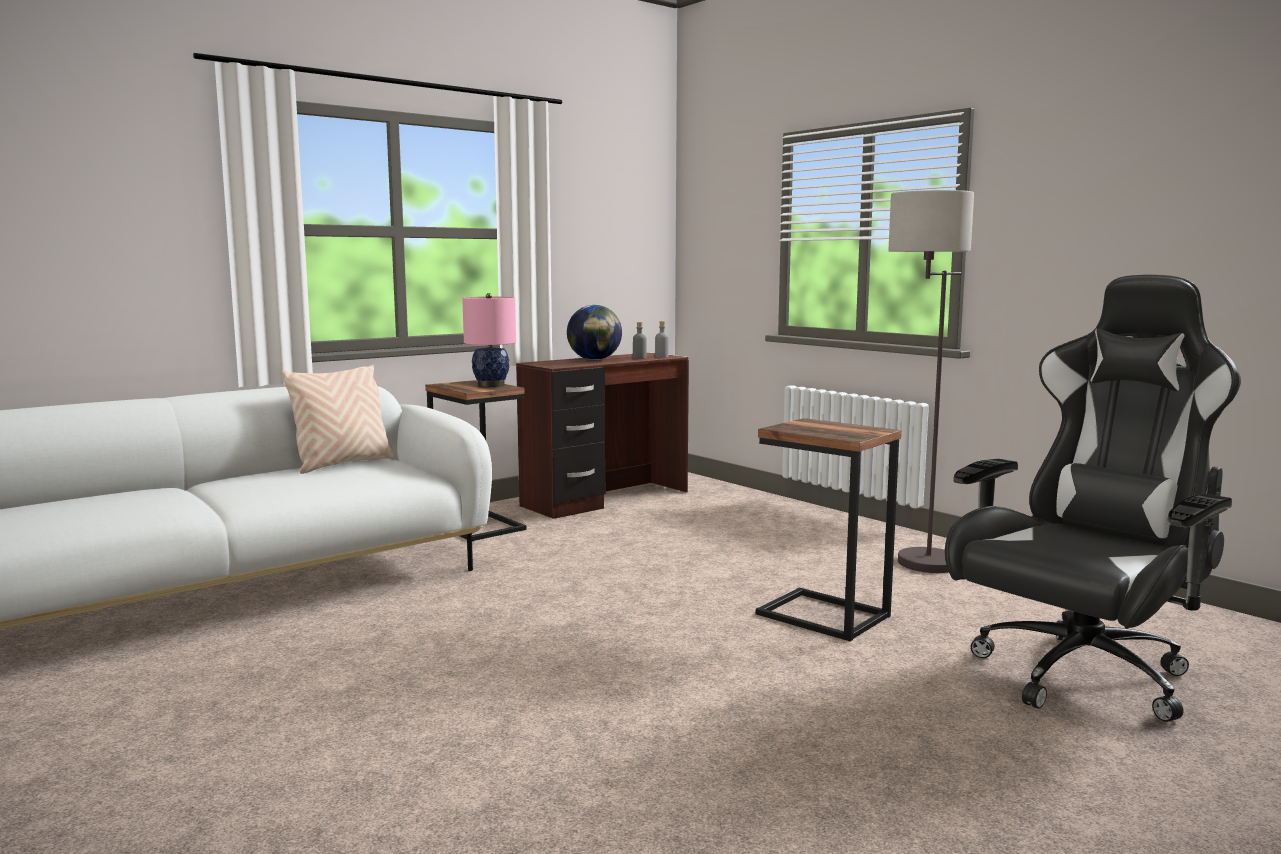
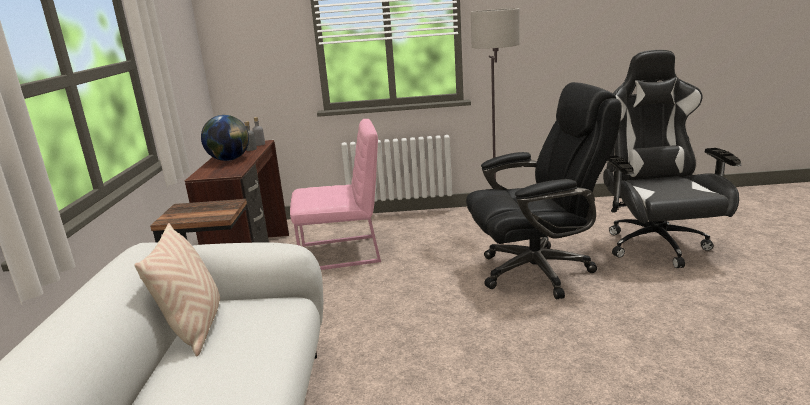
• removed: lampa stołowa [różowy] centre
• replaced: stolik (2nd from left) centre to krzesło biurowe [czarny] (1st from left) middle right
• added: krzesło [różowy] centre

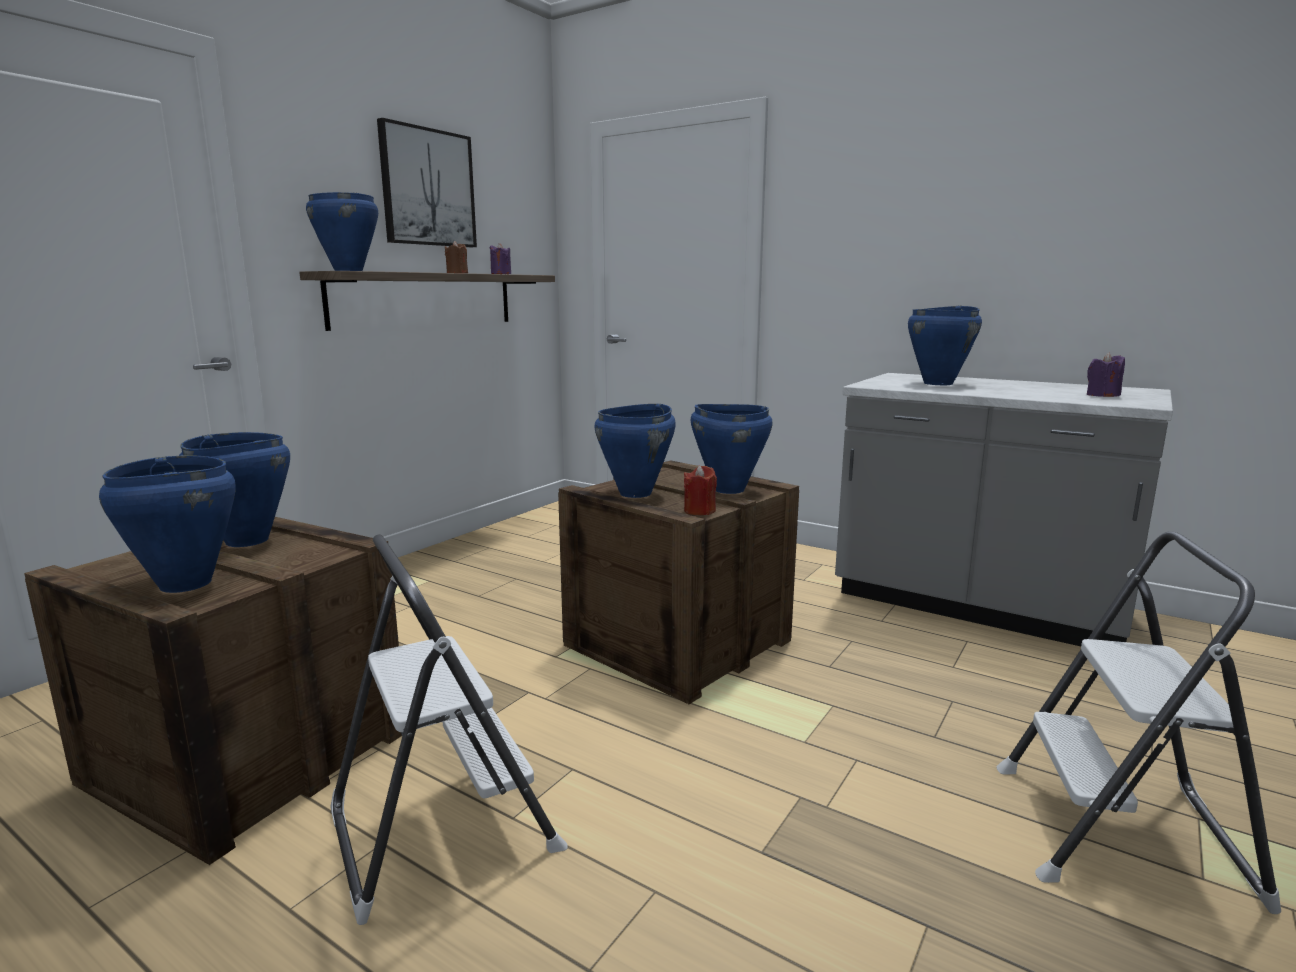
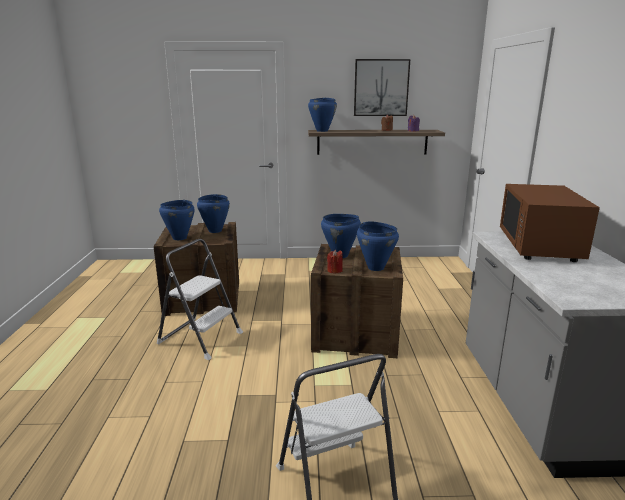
• replaced: garnek [niebieski] (6th from left) middle right to mikrofalówka [brązowy] middle right
• removed: świeca [fioletowy] (2nd from left) middle right

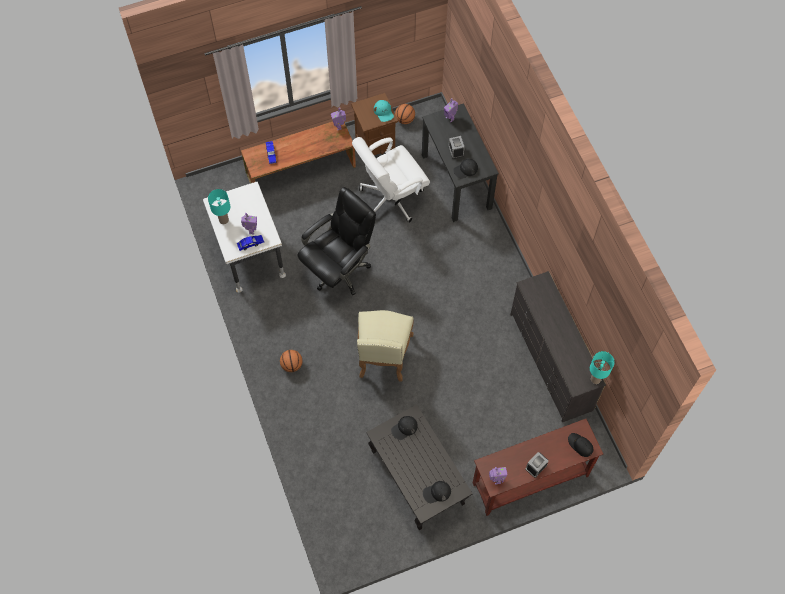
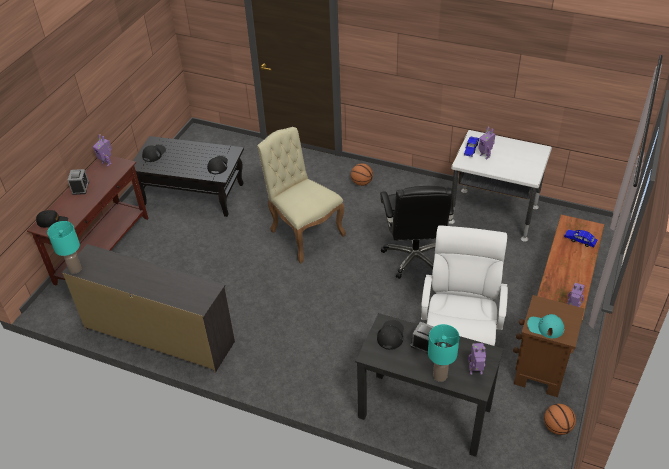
• moved: lampa stołowa [turkusowy] (1st from left in the first image) middle left to lampa stołowa [turkusowy] (2nd from left) bottom centre

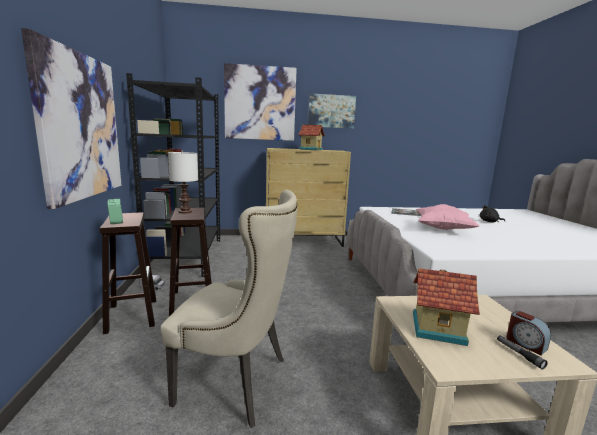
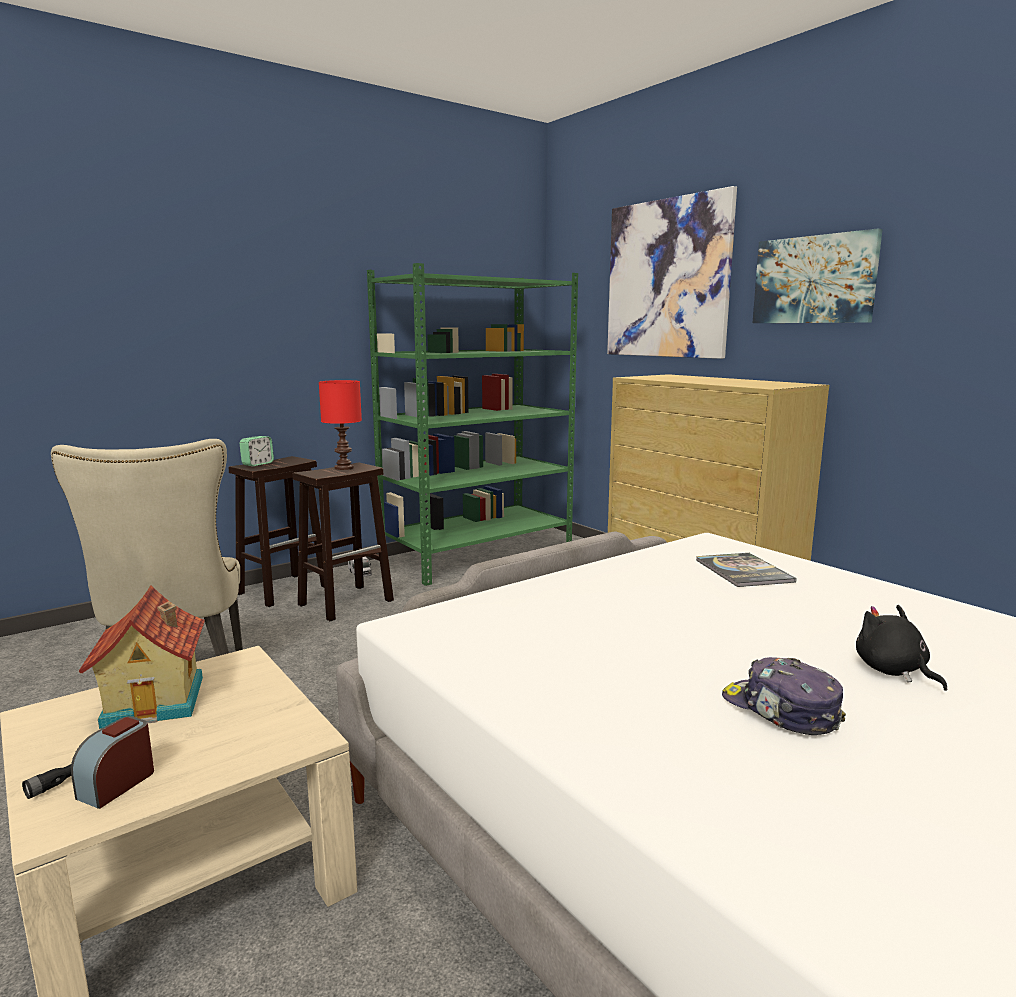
• removed: obraz (1st from left) top left
• recoloured: regał [czarny] middle left to regał [zielony] centre
• removed: domek (1st from left) top centre
• recoloured: lampa stołowa [biały] middle left to lampa stołowa [czerwony] centre
• removed: poduszka [różowy] middle right
• added: czapka z daszkiem bottom right

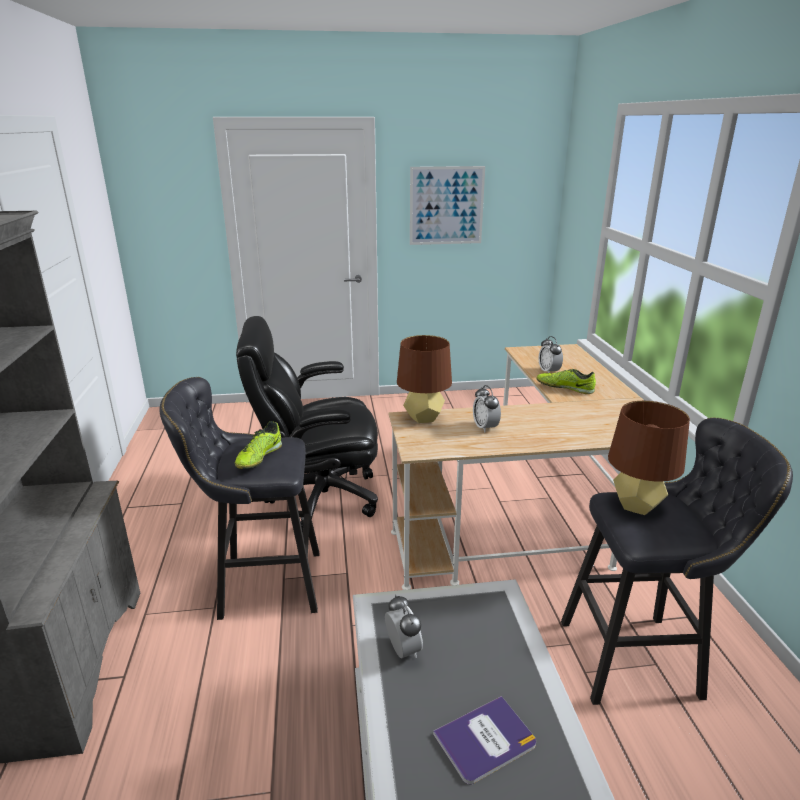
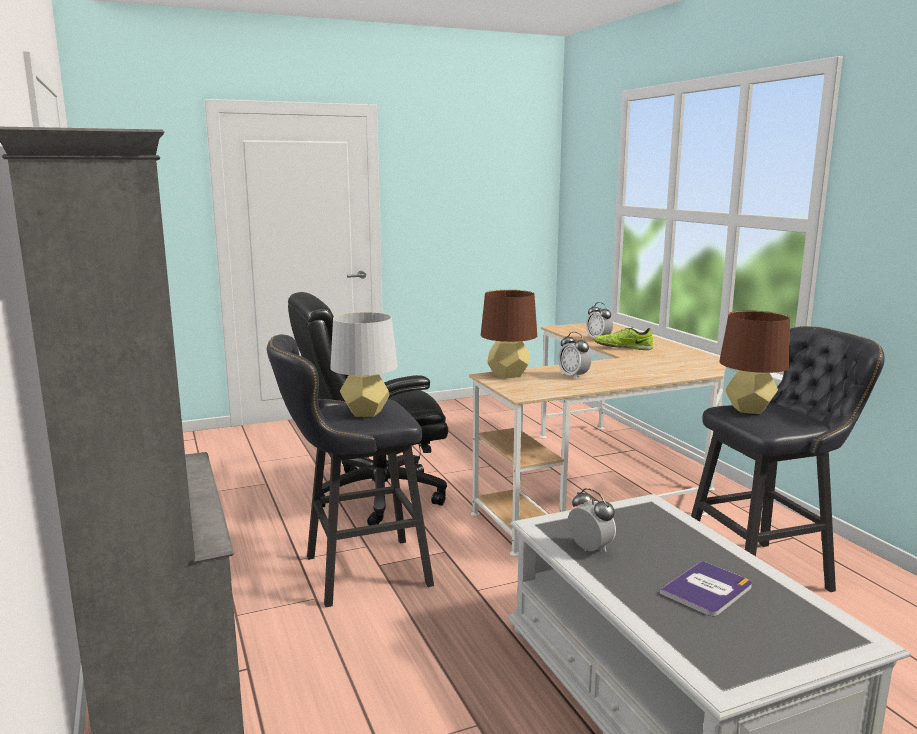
• removed: obraz top centre
• replaced: but (1st from left) middle left to lampa stołowa [szary] centre

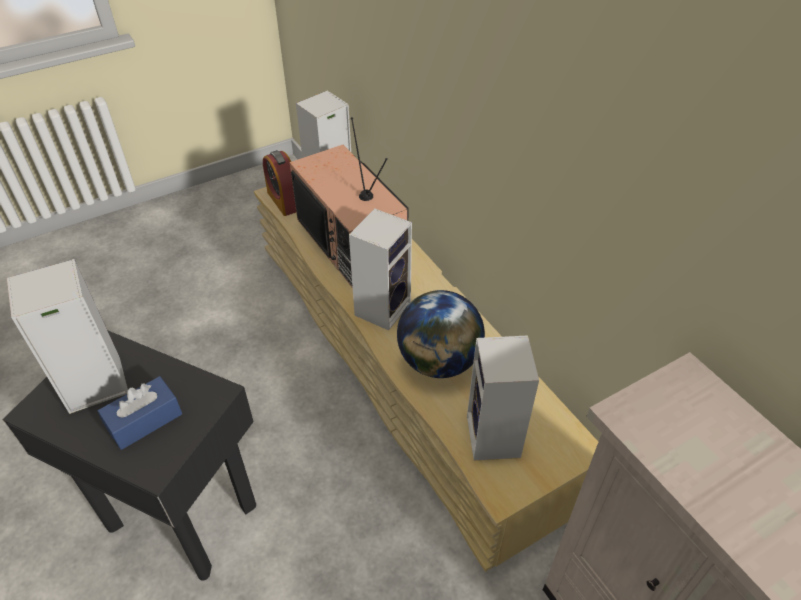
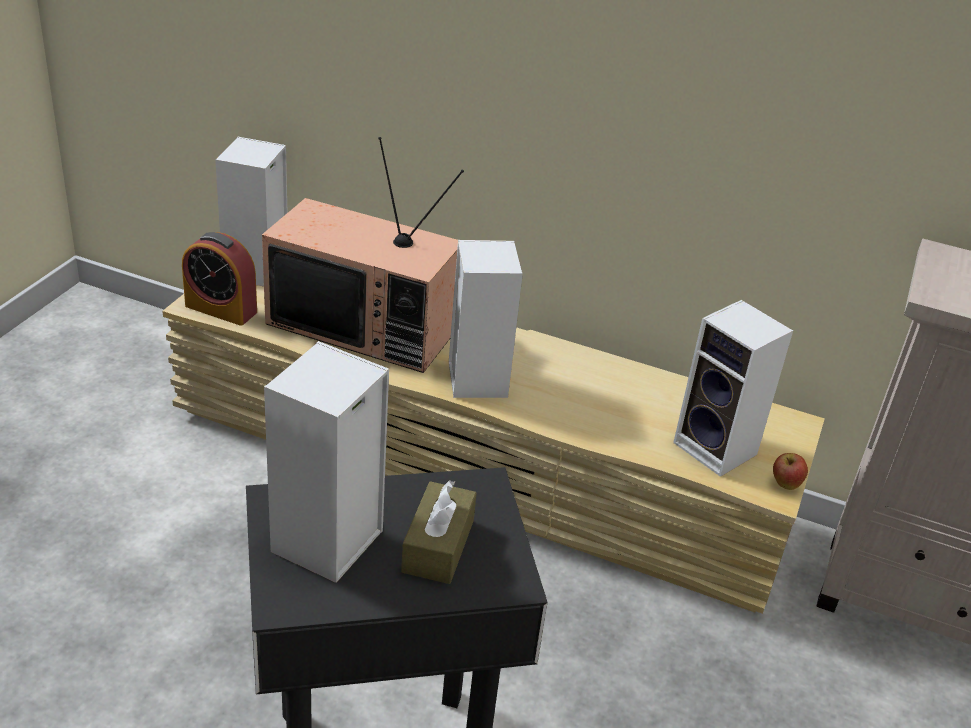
• removed: globus centre
• recoloured: pudełko chusteczek [niebieski] bottom left to pudełko chusteczek [brązowy] bottom centre
• added: jabłko middle right

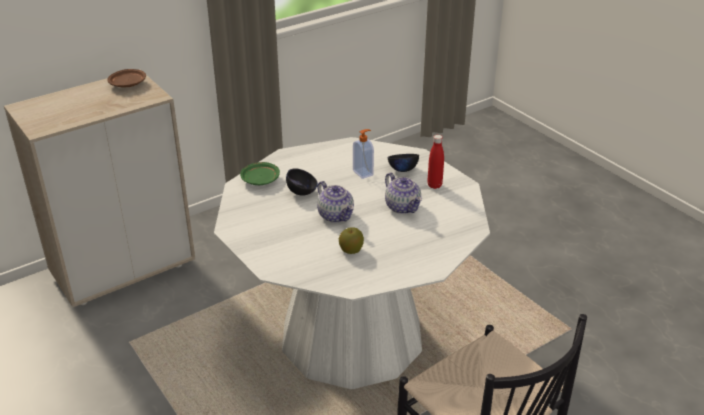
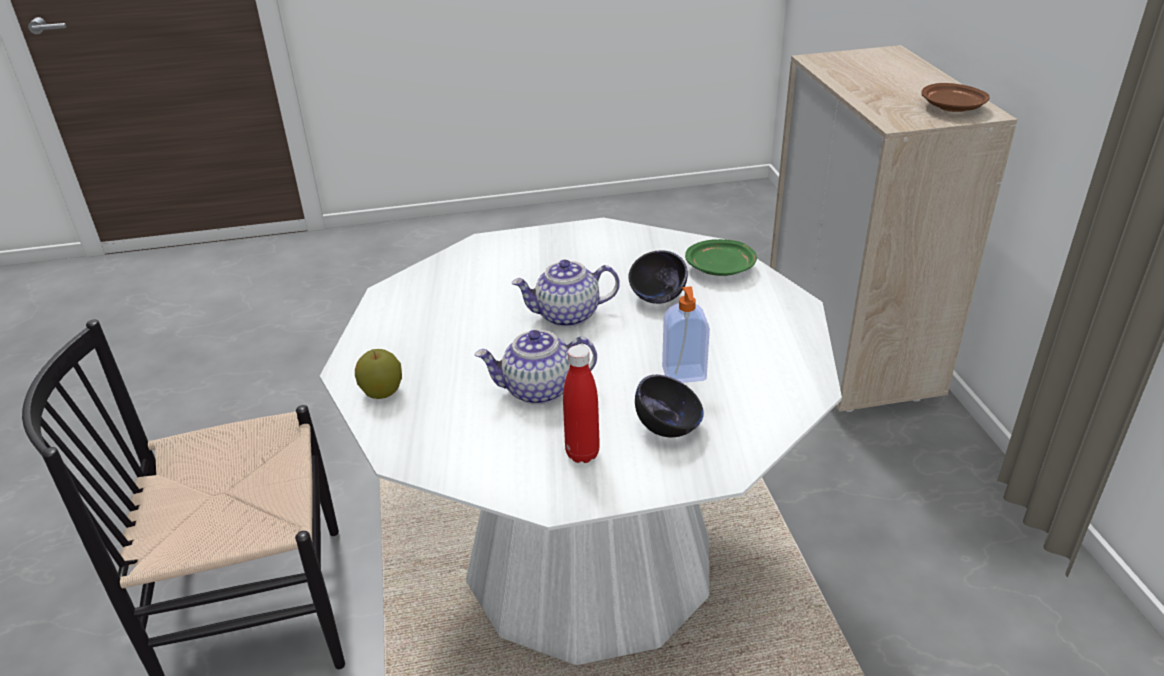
• moved: jabłko centre to middle left

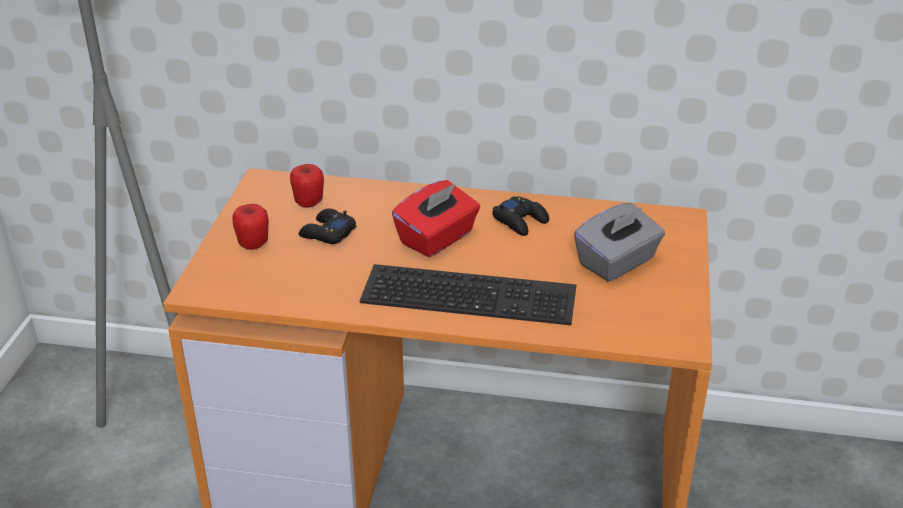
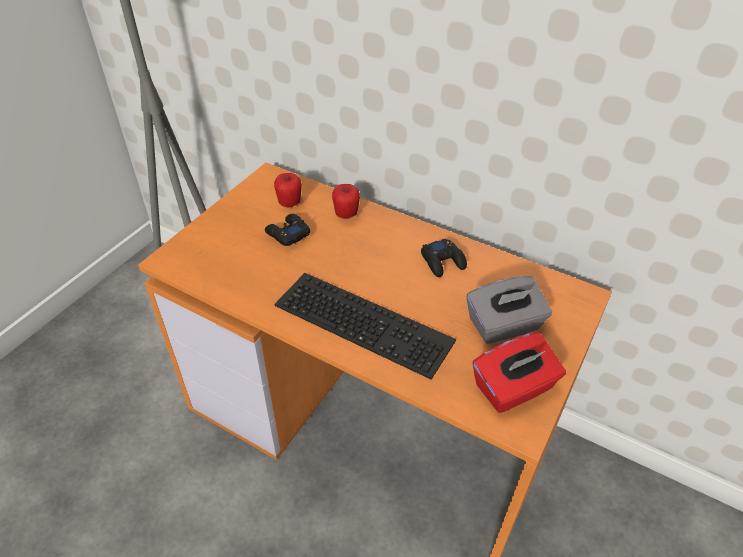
• moved: pudełko chusteczek [czerwony] centre to bottom right
• moved: jabłko (1st from left in the first image) middle left to jabłko (2nd from left) centre

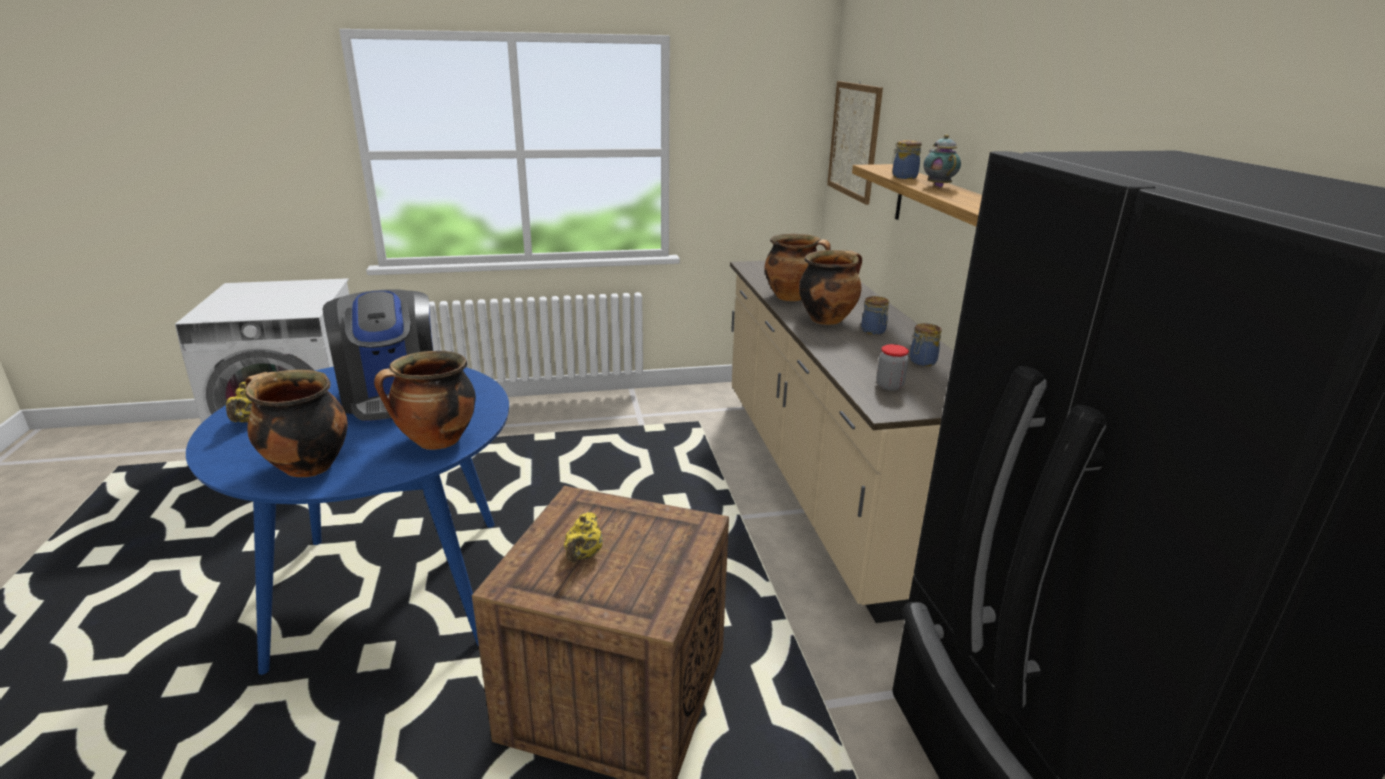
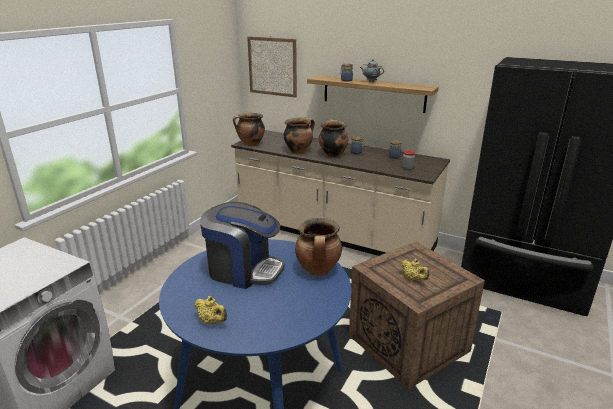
• moved: garnek (1st from left) middle left to top centre

